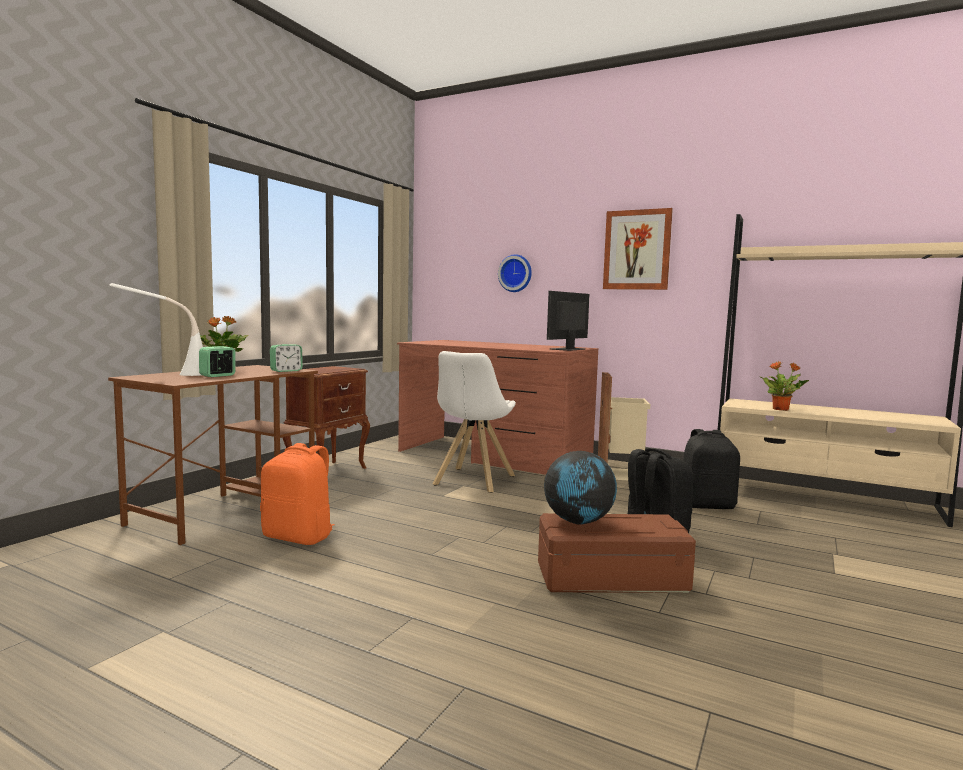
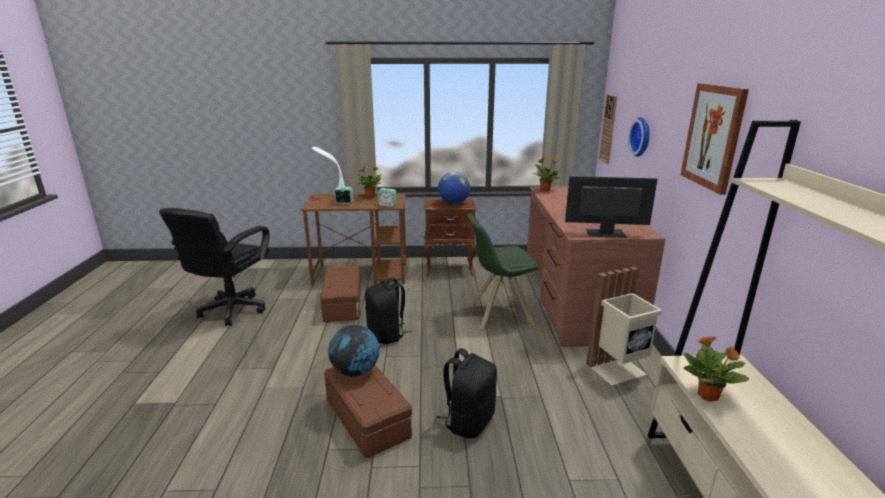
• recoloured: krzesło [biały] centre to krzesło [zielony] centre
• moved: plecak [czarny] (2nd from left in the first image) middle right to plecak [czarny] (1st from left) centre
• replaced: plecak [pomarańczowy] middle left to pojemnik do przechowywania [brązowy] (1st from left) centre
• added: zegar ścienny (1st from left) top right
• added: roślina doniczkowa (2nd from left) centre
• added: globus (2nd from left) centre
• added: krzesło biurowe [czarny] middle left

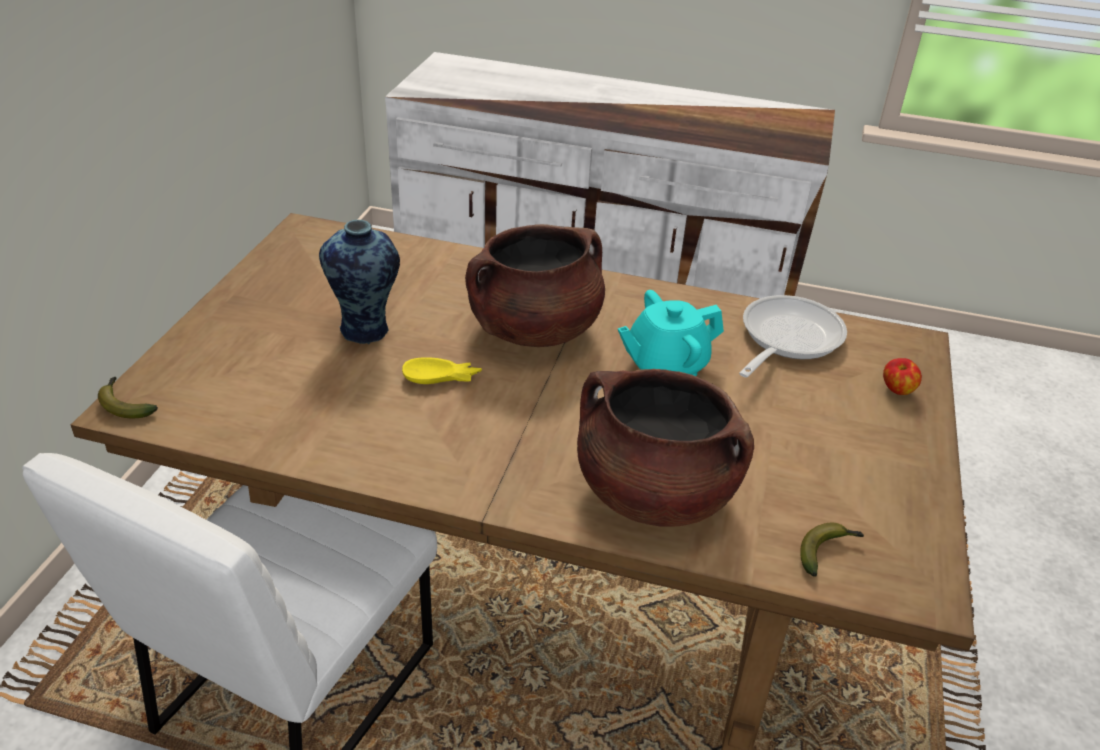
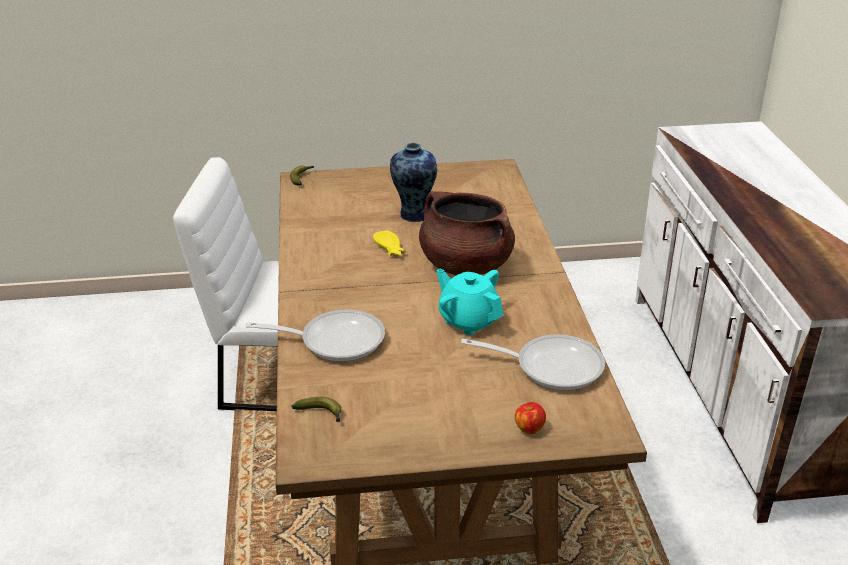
• replaced: garnek [brązowy] (2nd from left) centre to patelnia (1st from left) centre

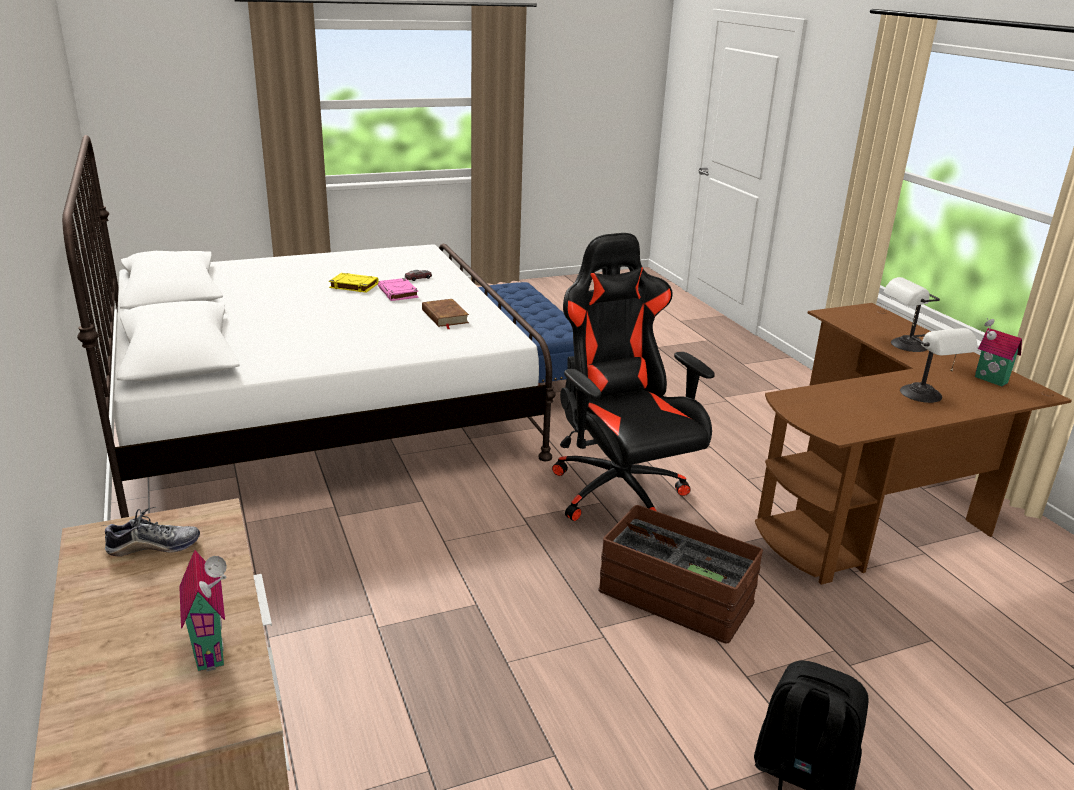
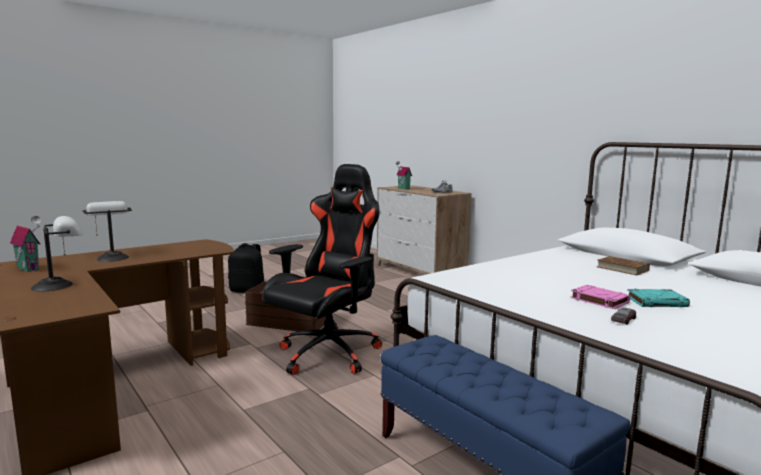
• turned: krzesło biurowe [czarny] centre = centre 105 degrees counterclockwise
• recoloured: książka [żółty] middle left to książka [turkusowy] middle right
• moved: książka [brązowy] centre to middle right

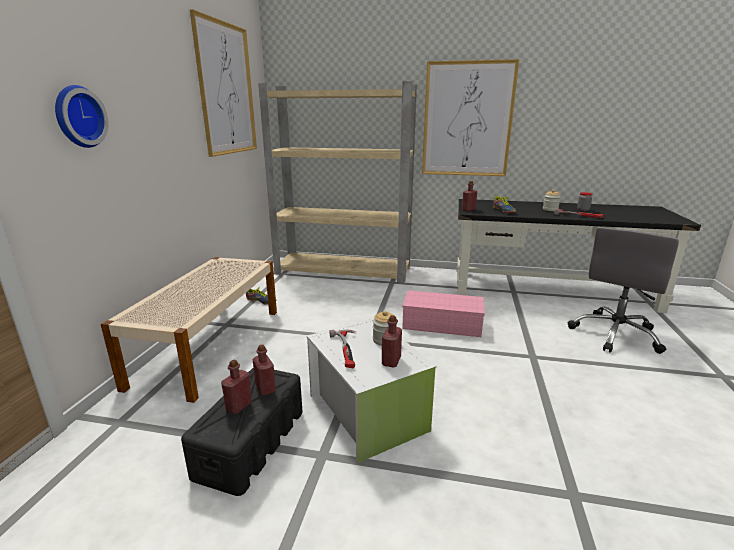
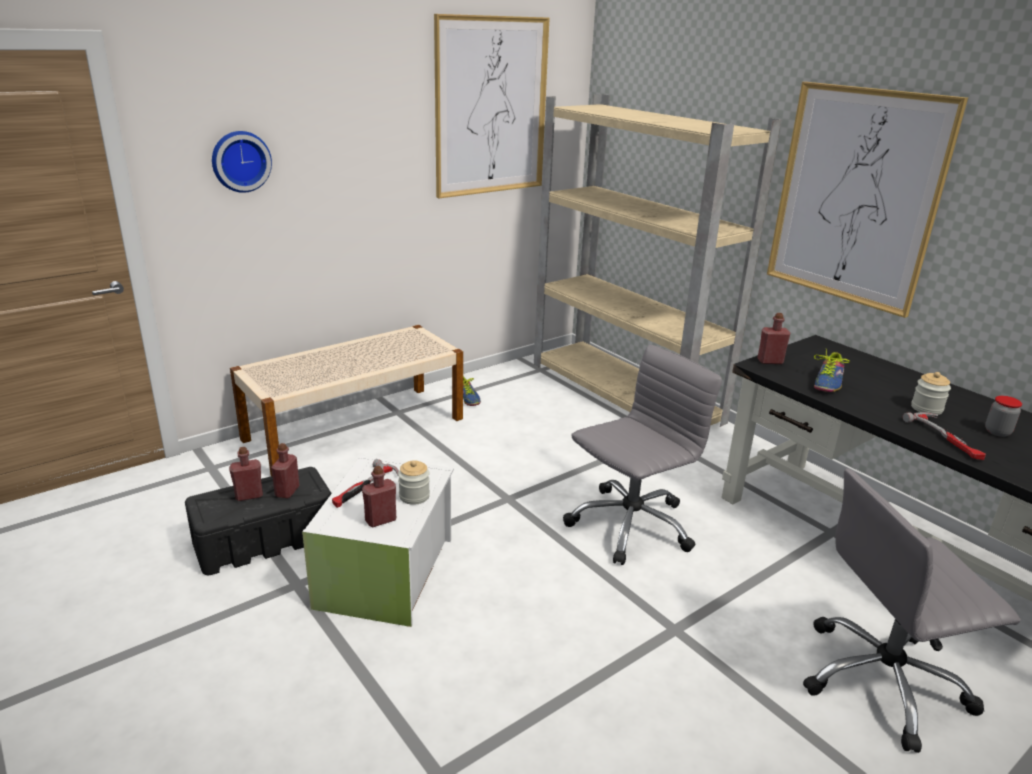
• replaced: pojemnik do przechowywania [różowy] centre to krzesło biurowe [szary] (1st from left) centre

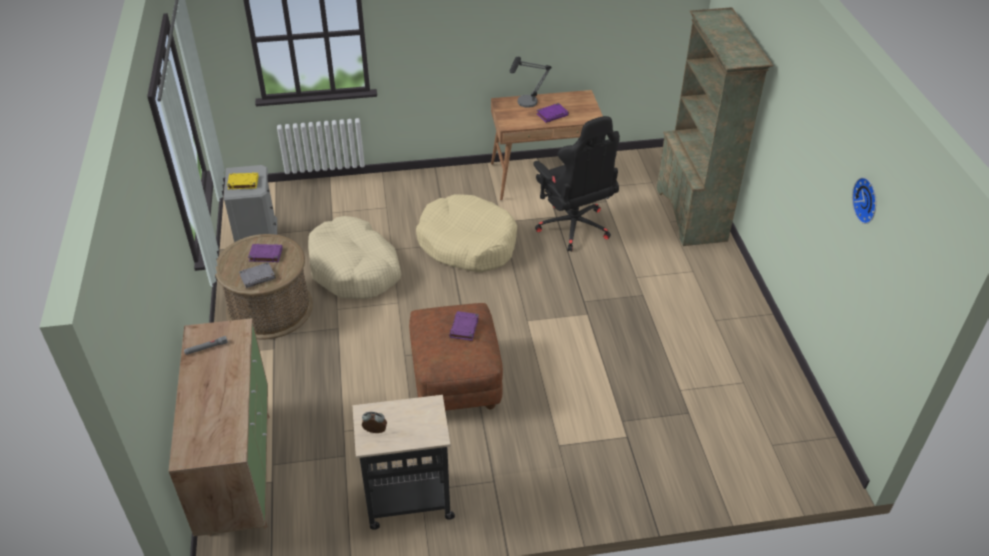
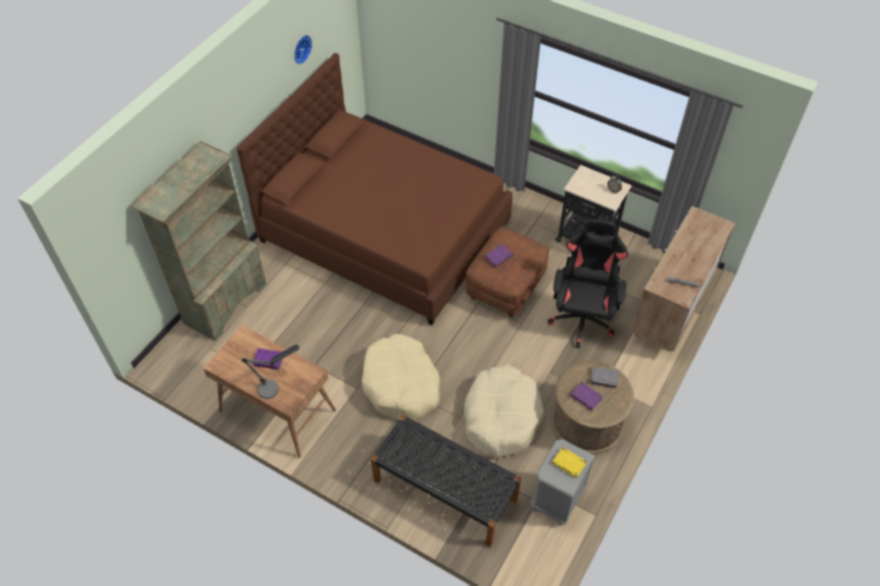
• moved: krzesło biurowe [czarny] top centre to middle right
• added: łóżko [brązowy] top centre
• added: ławka [czarny] bottom centre

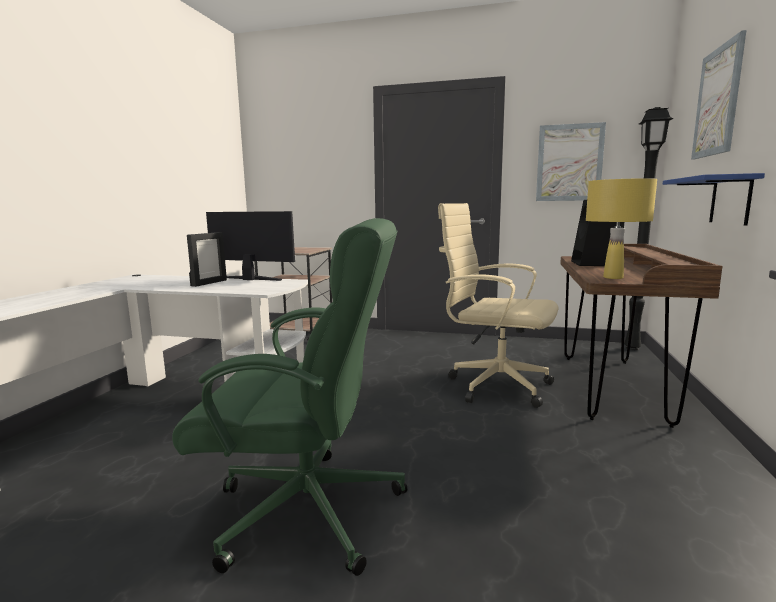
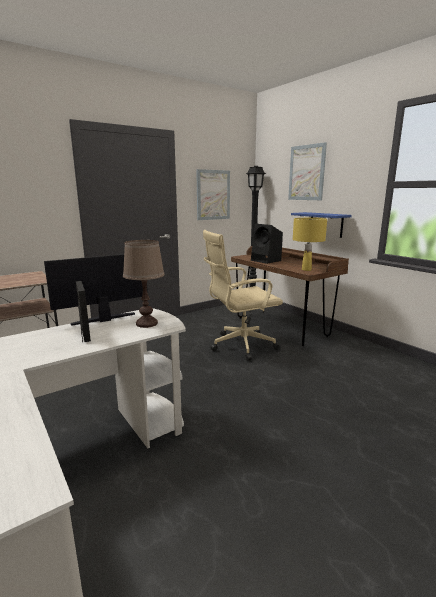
• removed: krzesło biurowe [zielony] centre
• added: lampa stołowa [brązowy] middle left

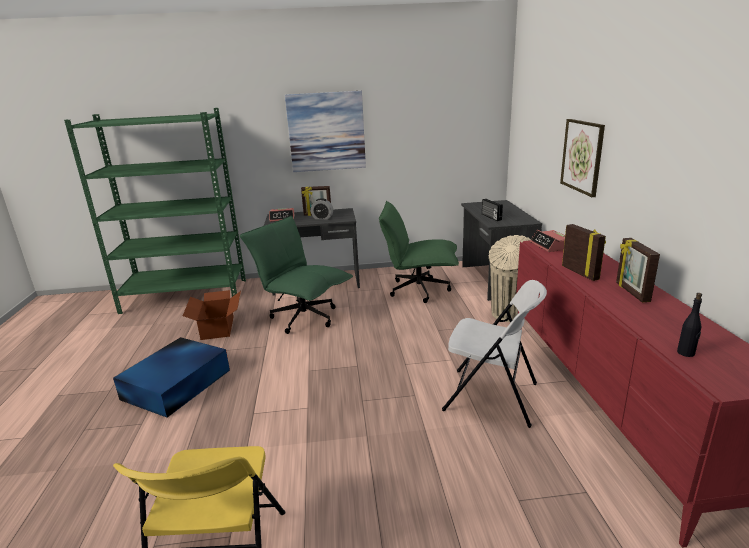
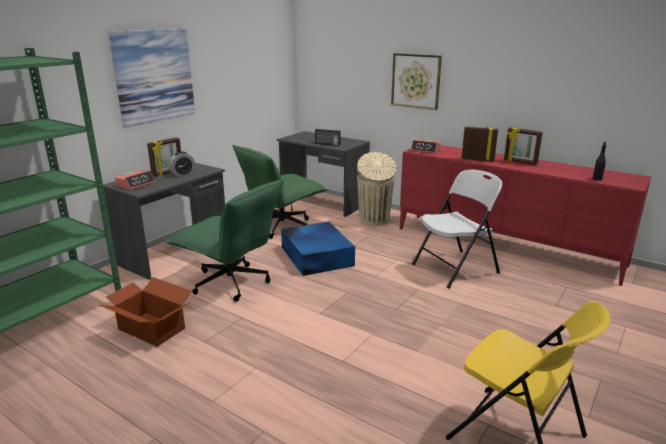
• turned: krzesło biurowe [zielony] (1st from left) centre = centre 135 degrees counterclockwise
• moved: pojemnik do przechowywania [niebieski] bottom left to centre

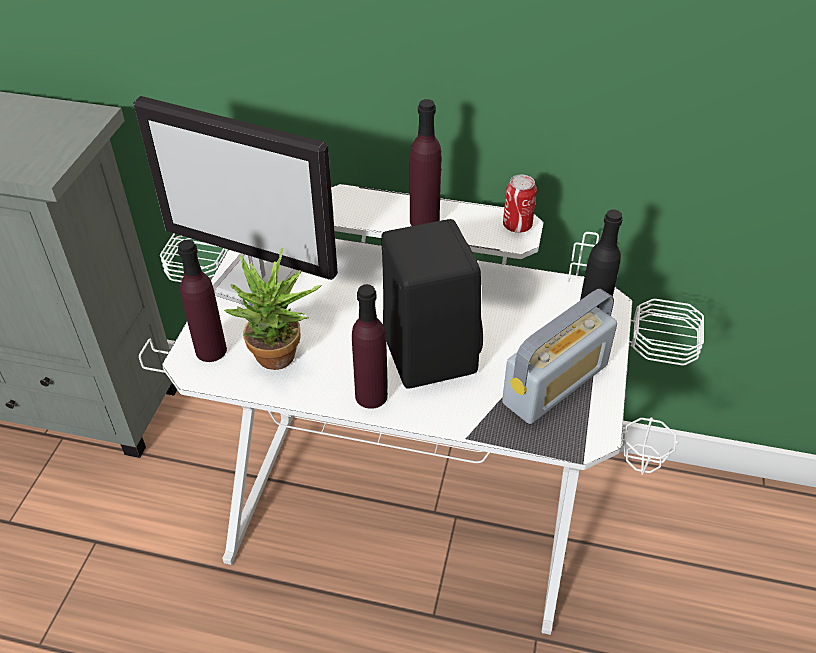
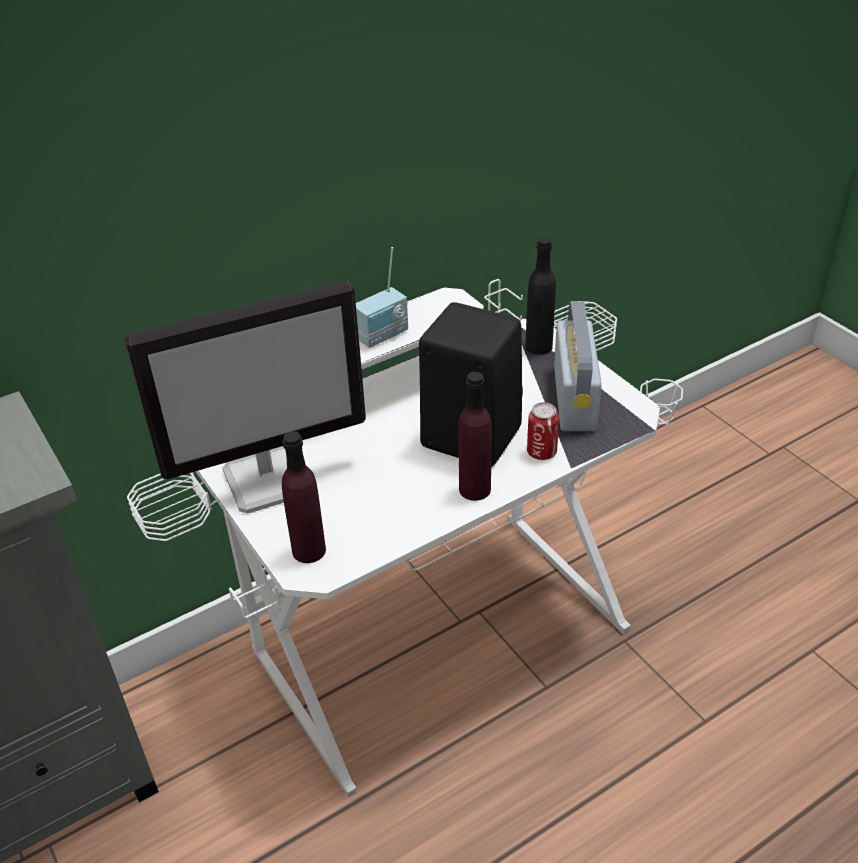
• replaced: butelka [fioletowy] (3rd from left) top centre to radio (1st from left) centre
• moved: puszka top centre to centre
• removed: roślina doniczkowa centre

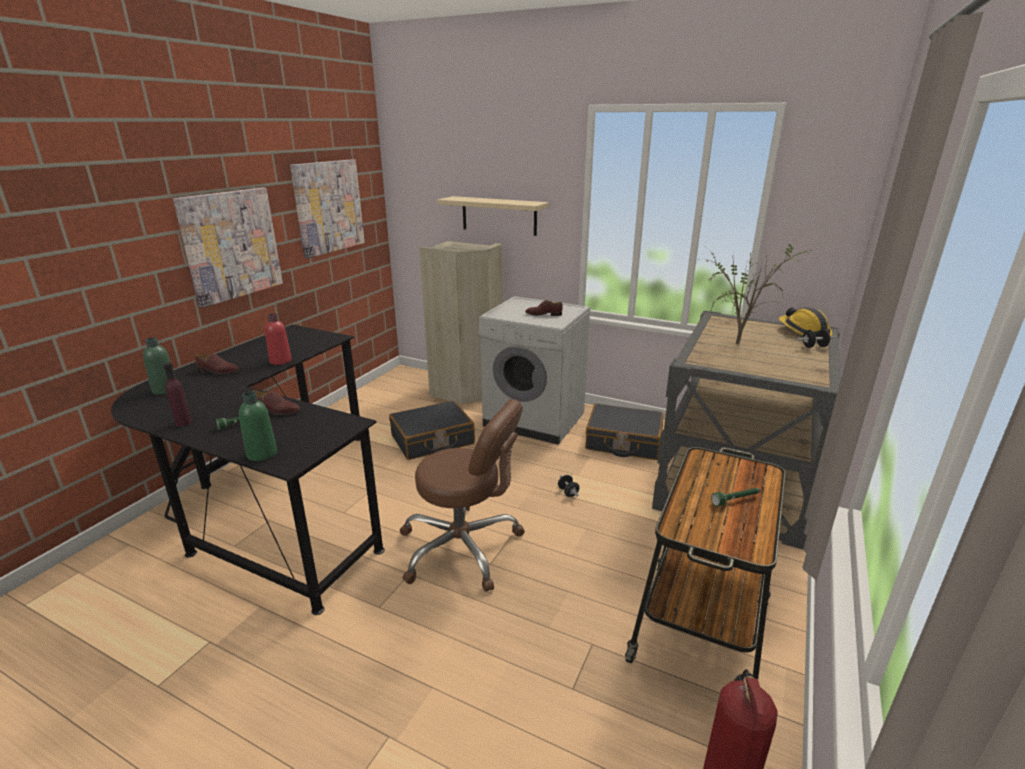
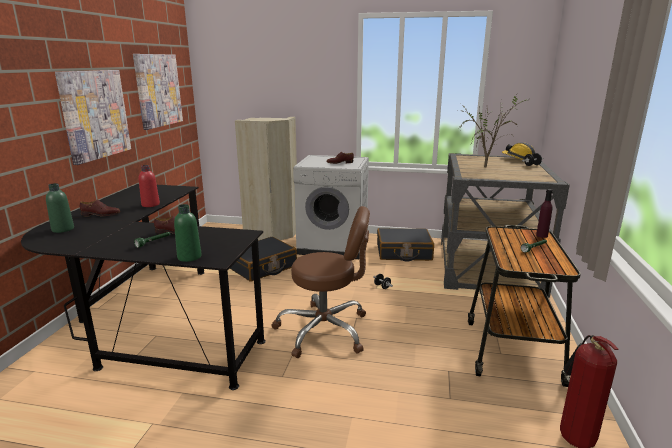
• removed: półka [beżowy] top centre
• moved: butelka [fioletowy] middle left to middle right

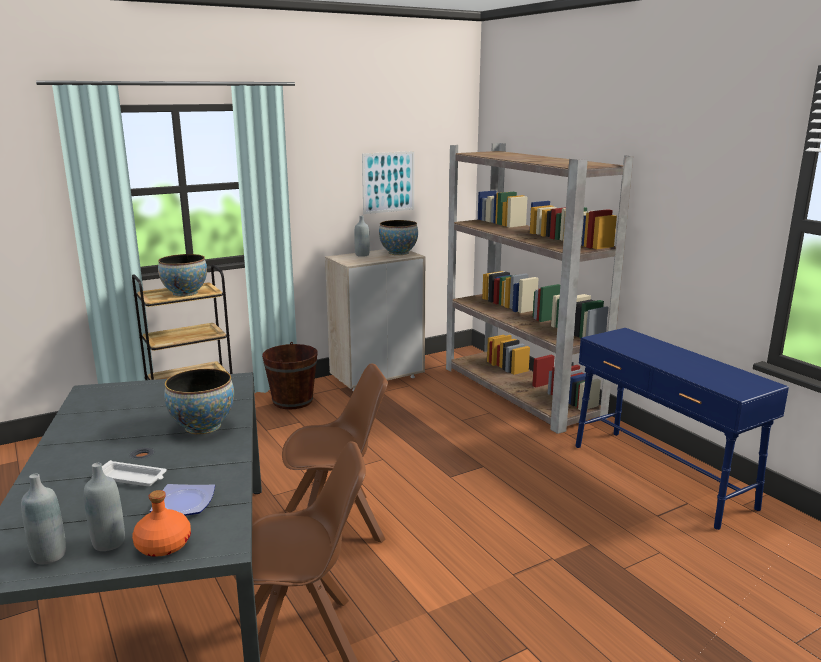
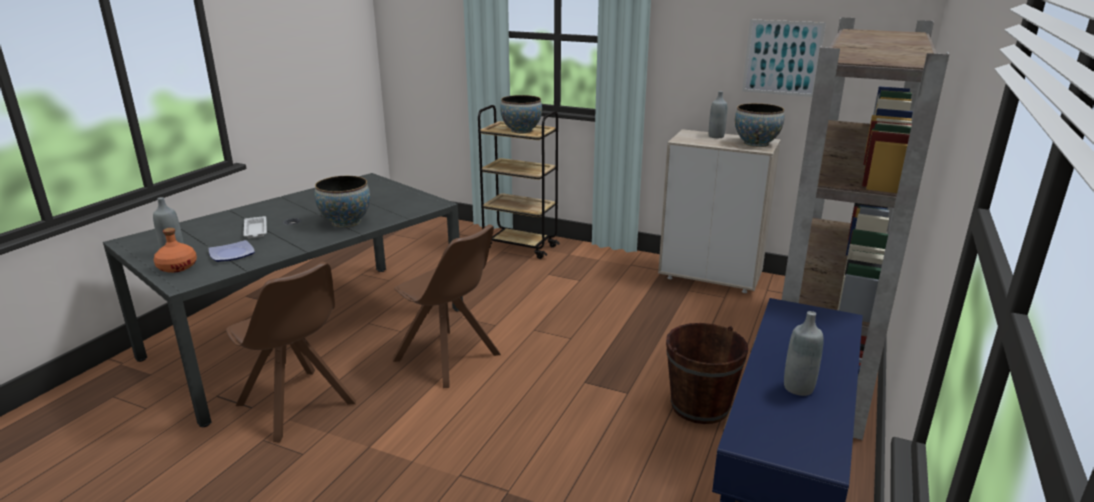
• moved: wiadro [brązowy] centre to bottom centre
• moved: butelka [szary] (1st from left in the first image) bottom left to butelka [szary] (3rd from left) bottom right

